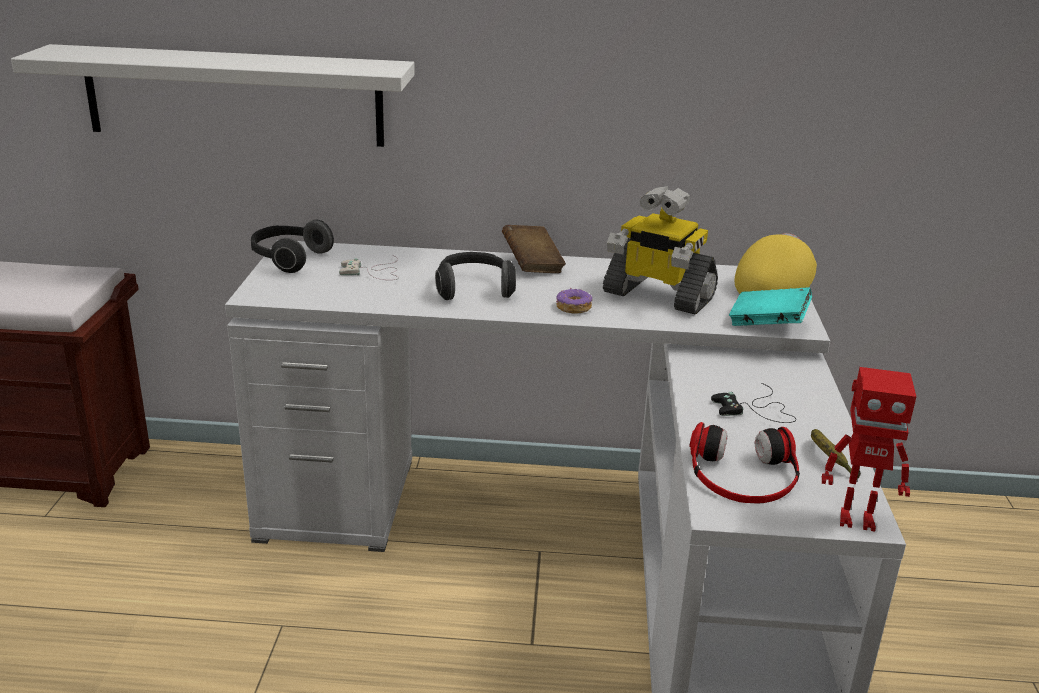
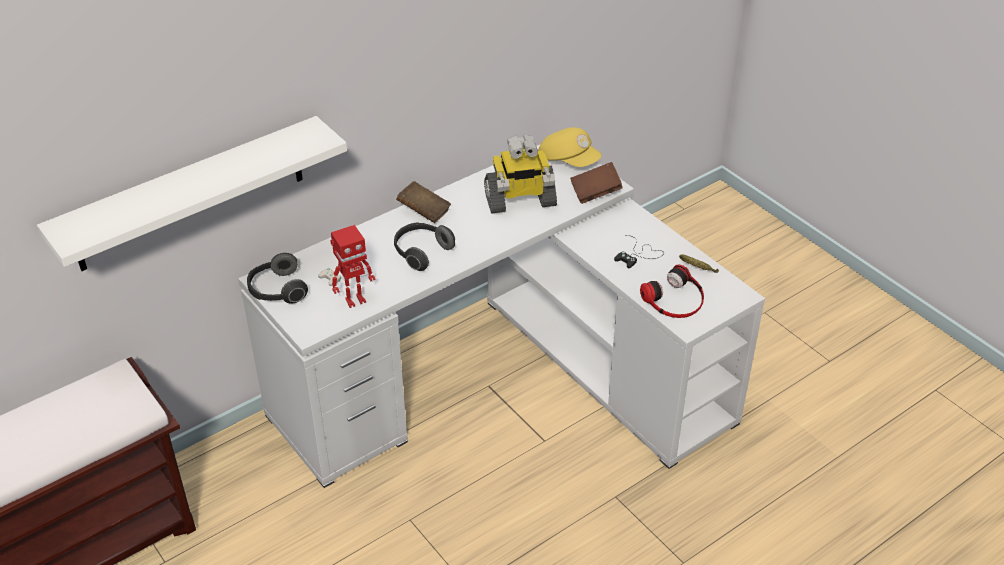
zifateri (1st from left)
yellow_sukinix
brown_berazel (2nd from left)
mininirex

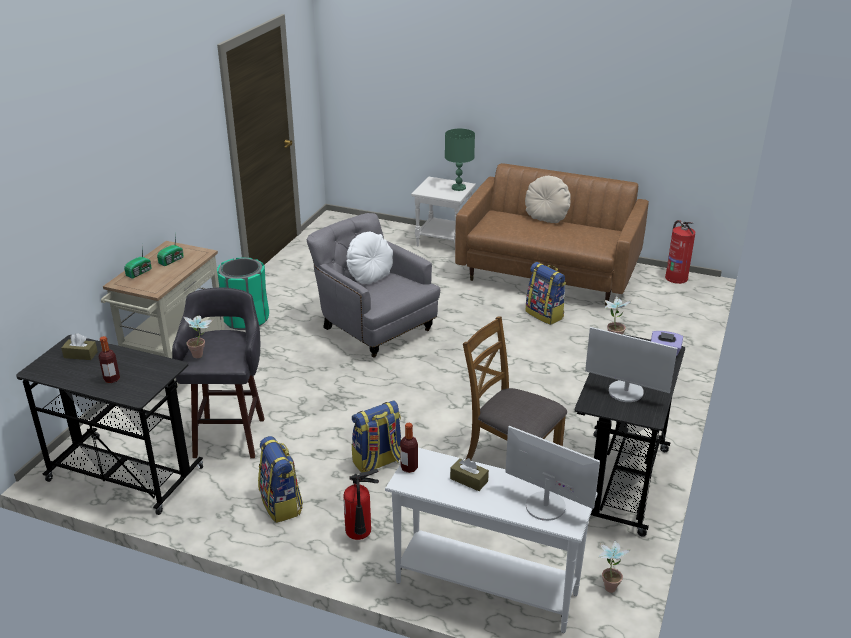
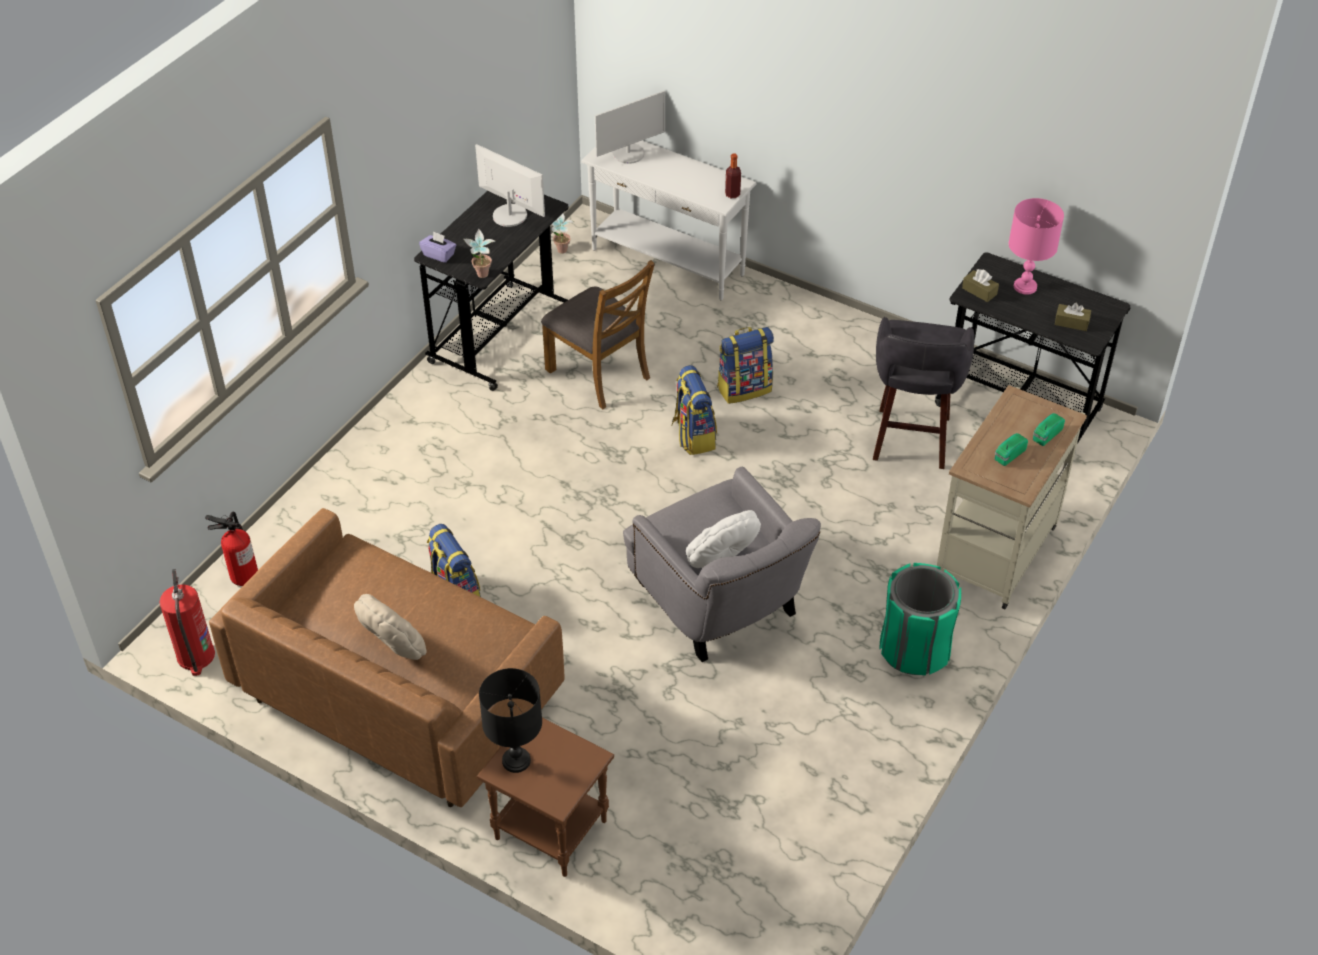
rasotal (2nd from left)
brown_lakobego
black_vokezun
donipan (2nd from left)
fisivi (2nd from left)
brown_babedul (1st from left)
pink_vokezun
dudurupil (1st from left in the first image)

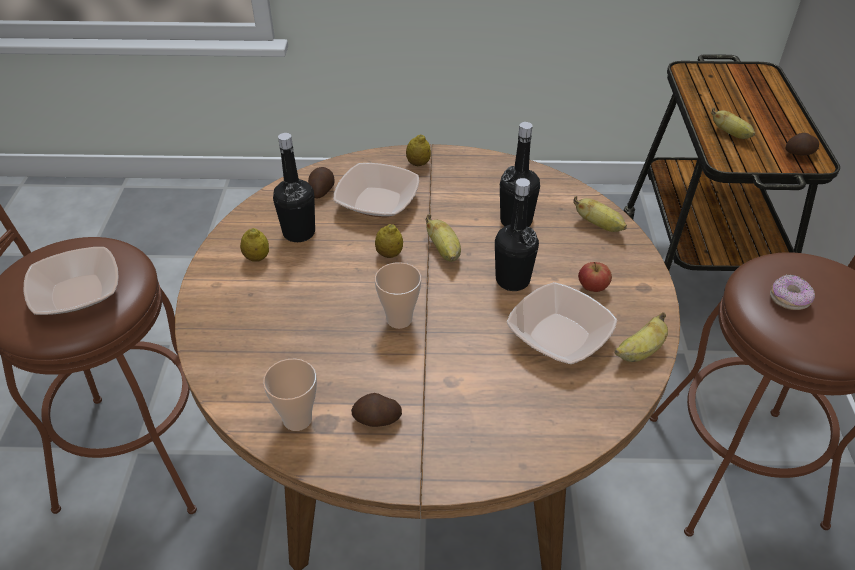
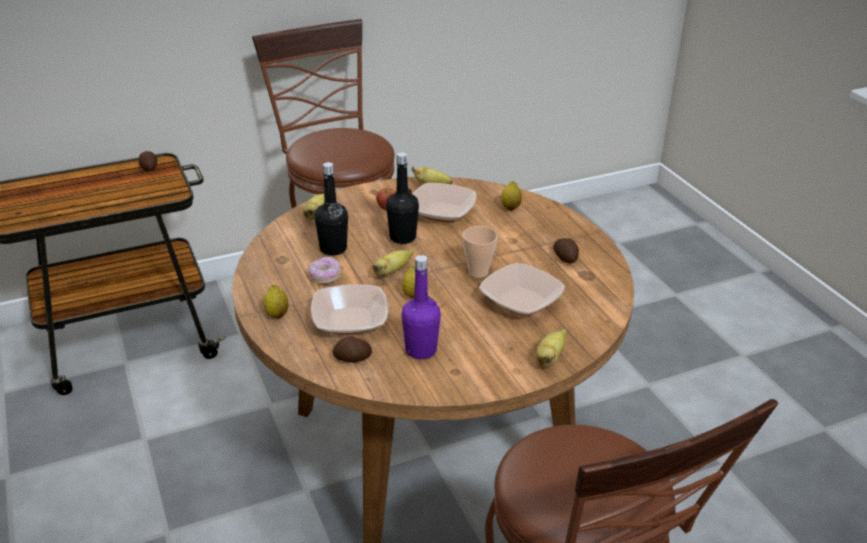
mininirex
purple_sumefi
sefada (3rd from left)
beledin (3rd from left)
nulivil (4th from left)
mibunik (1st from left in the first image)

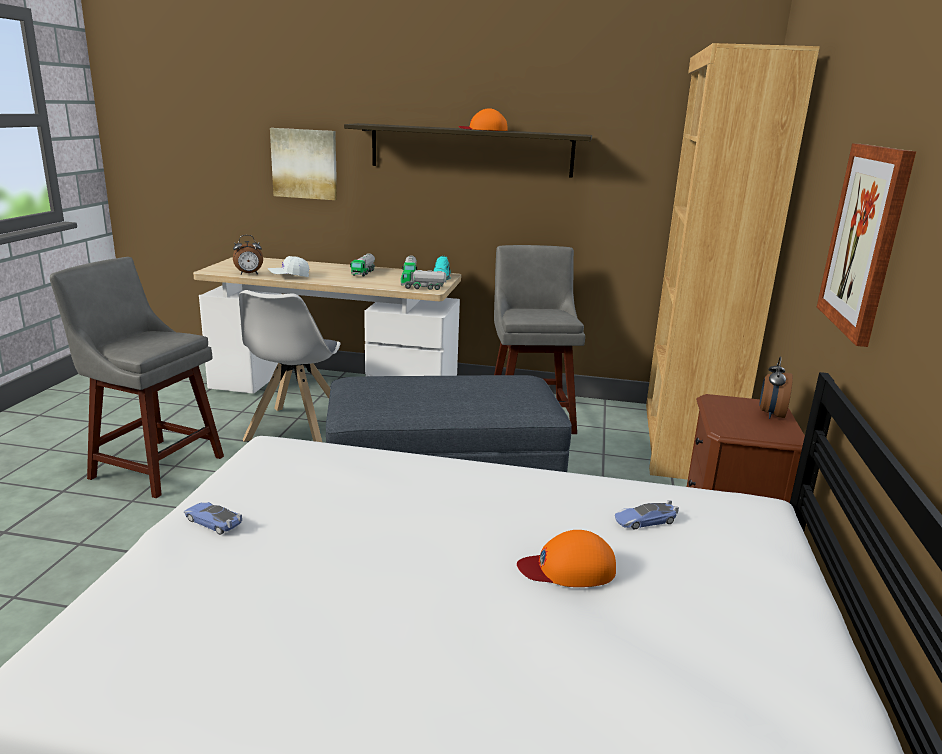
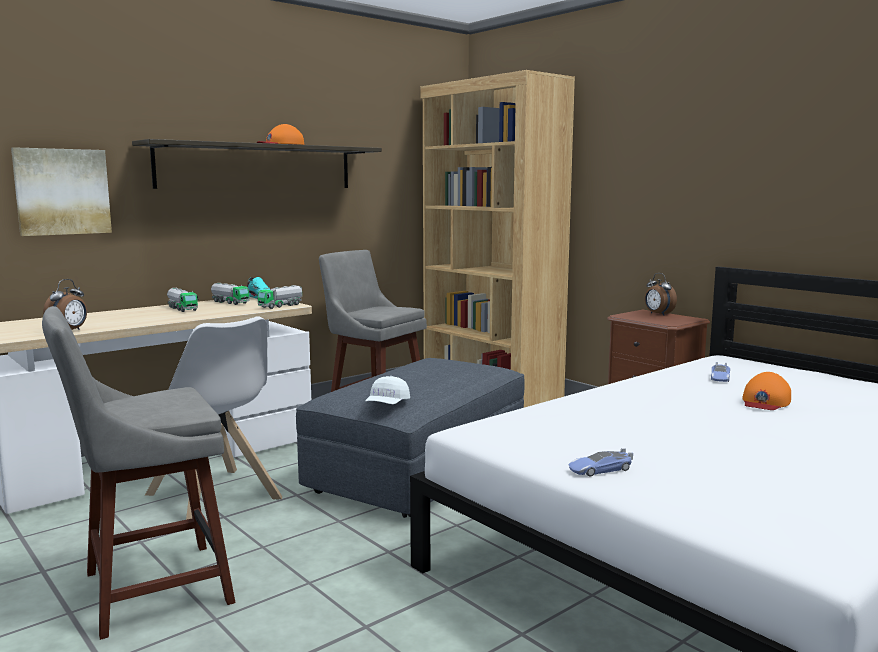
white_sukinix
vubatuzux (2nd from left in the first image)

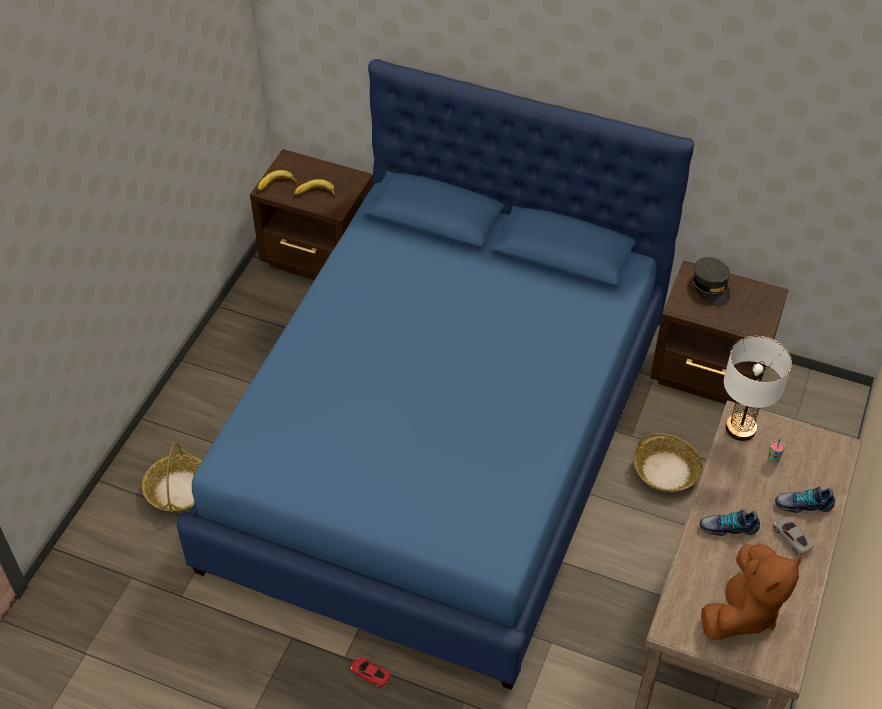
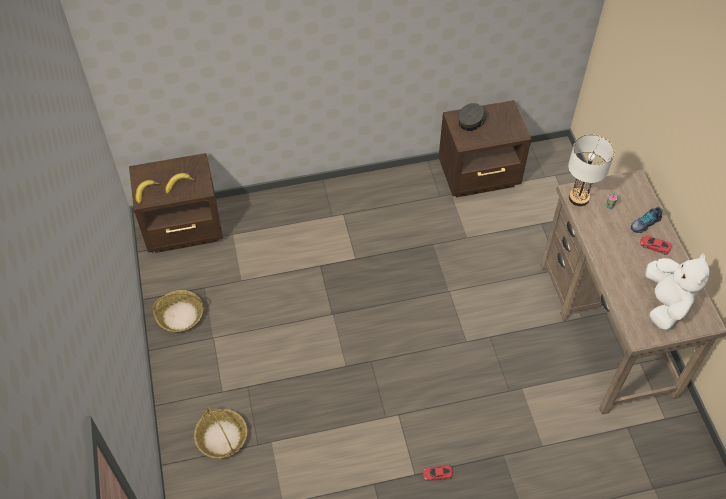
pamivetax (1st from left)
grey_sukinix
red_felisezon (2nd from left)
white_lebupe
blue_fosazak
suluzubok (1st from left in the first image)

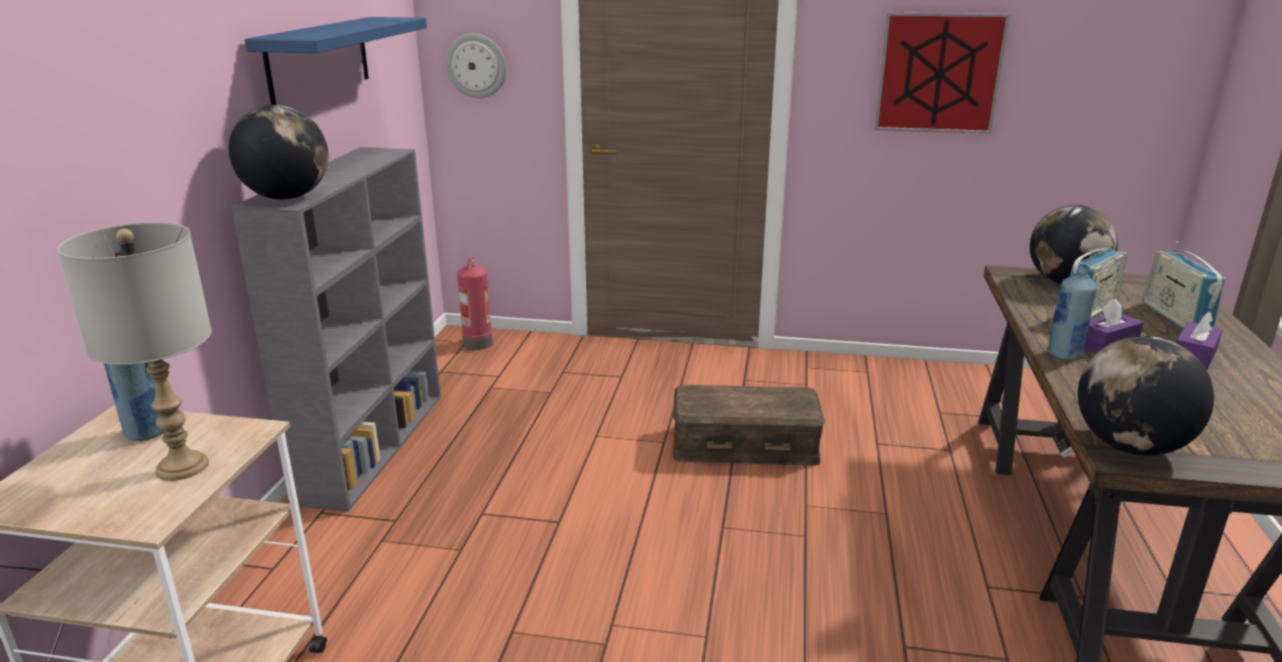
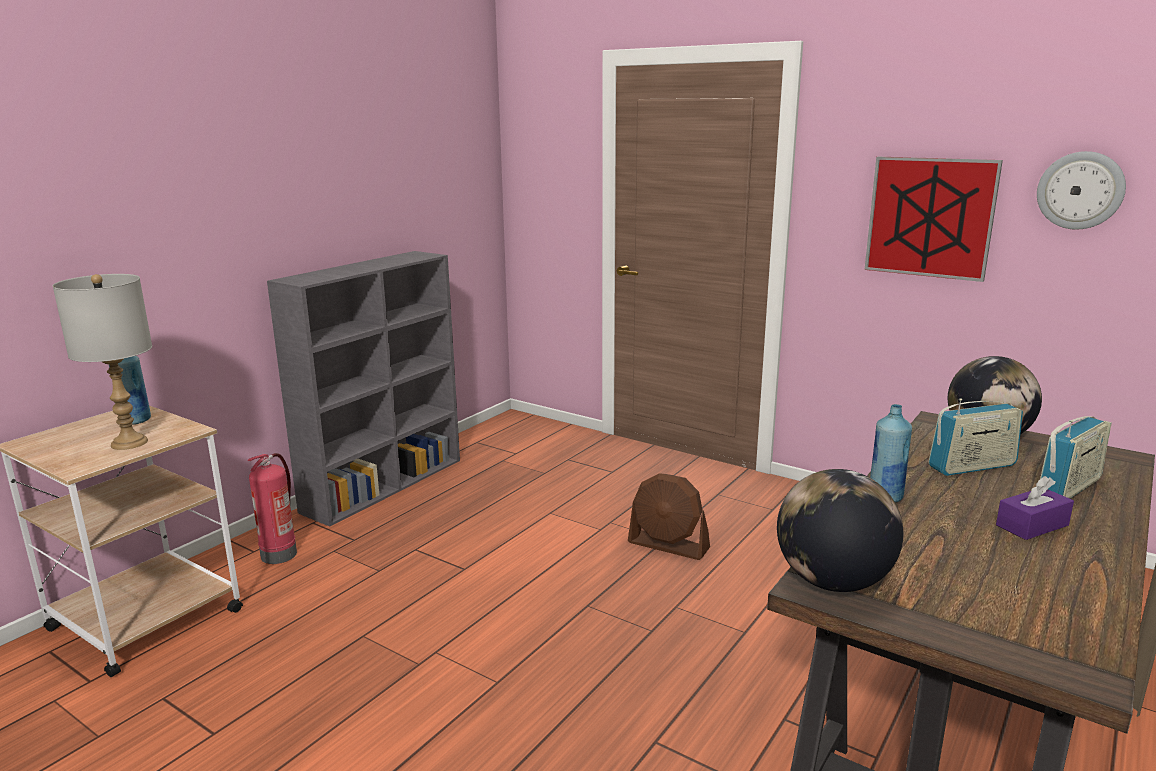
rasotal
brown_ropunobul
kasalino
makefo (2nd from left)
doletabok (1st from left in the first image)
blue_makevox
purple_babedul (1st from left in the first image)

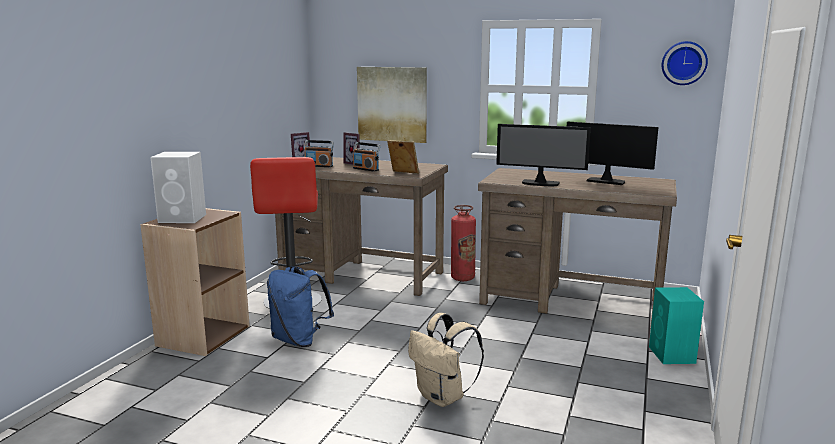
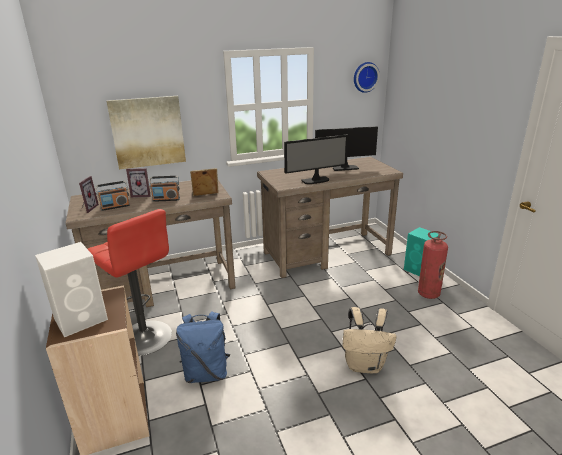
rasotal

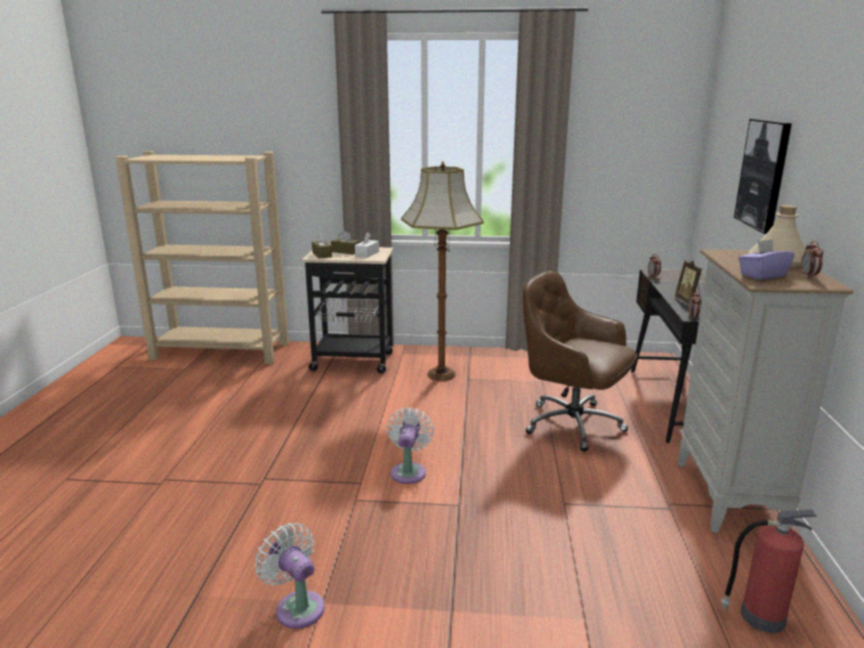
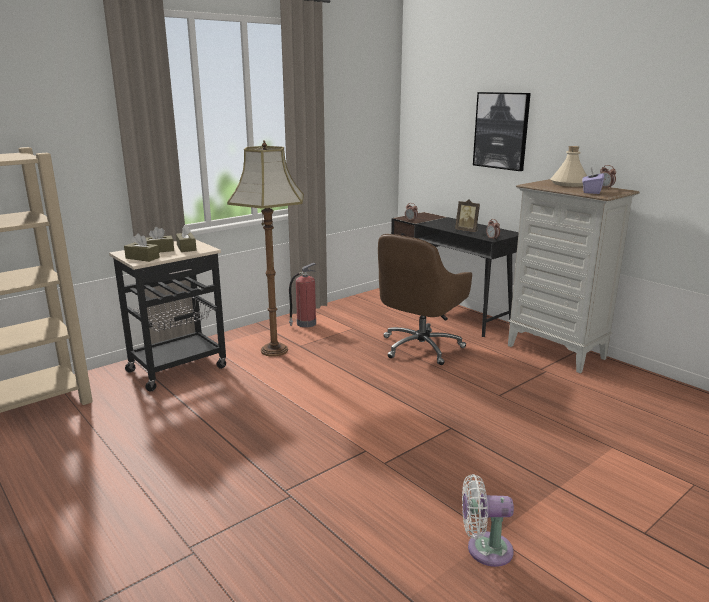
brown_babedul (3rd from left)
rasotal
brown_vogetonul
white_ropunobul (2nd from left in the first image)

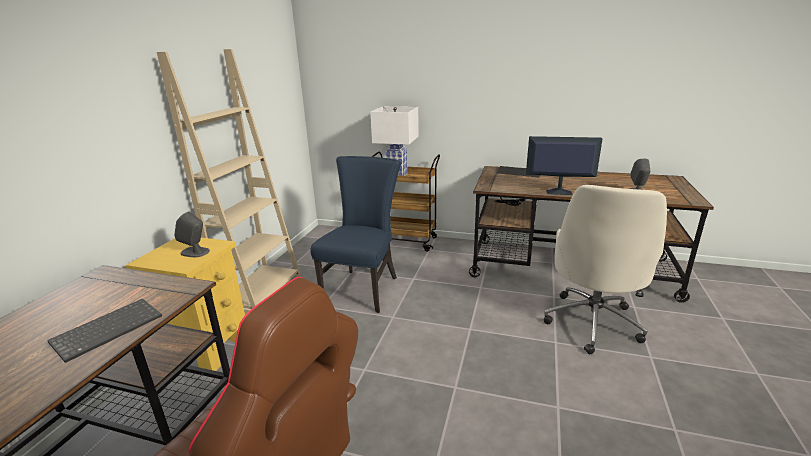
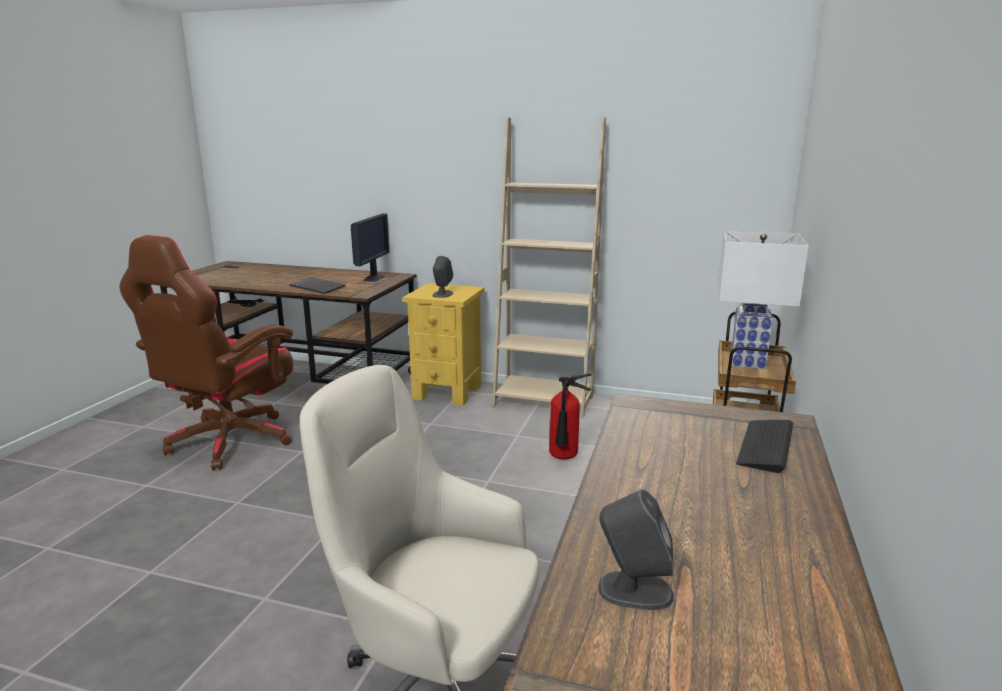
donipan
rasotal

